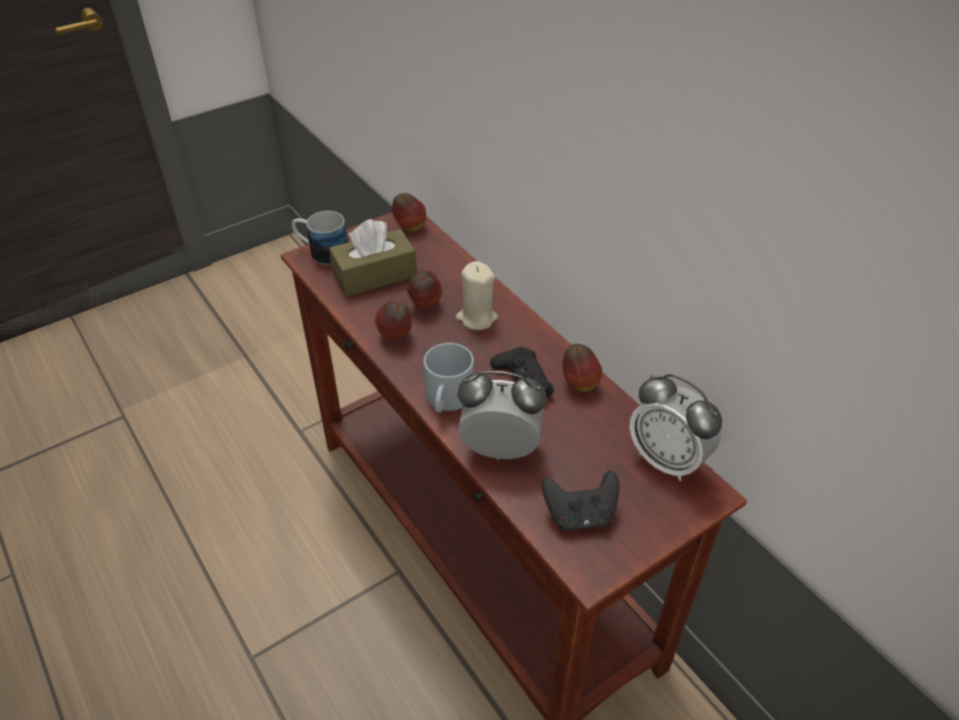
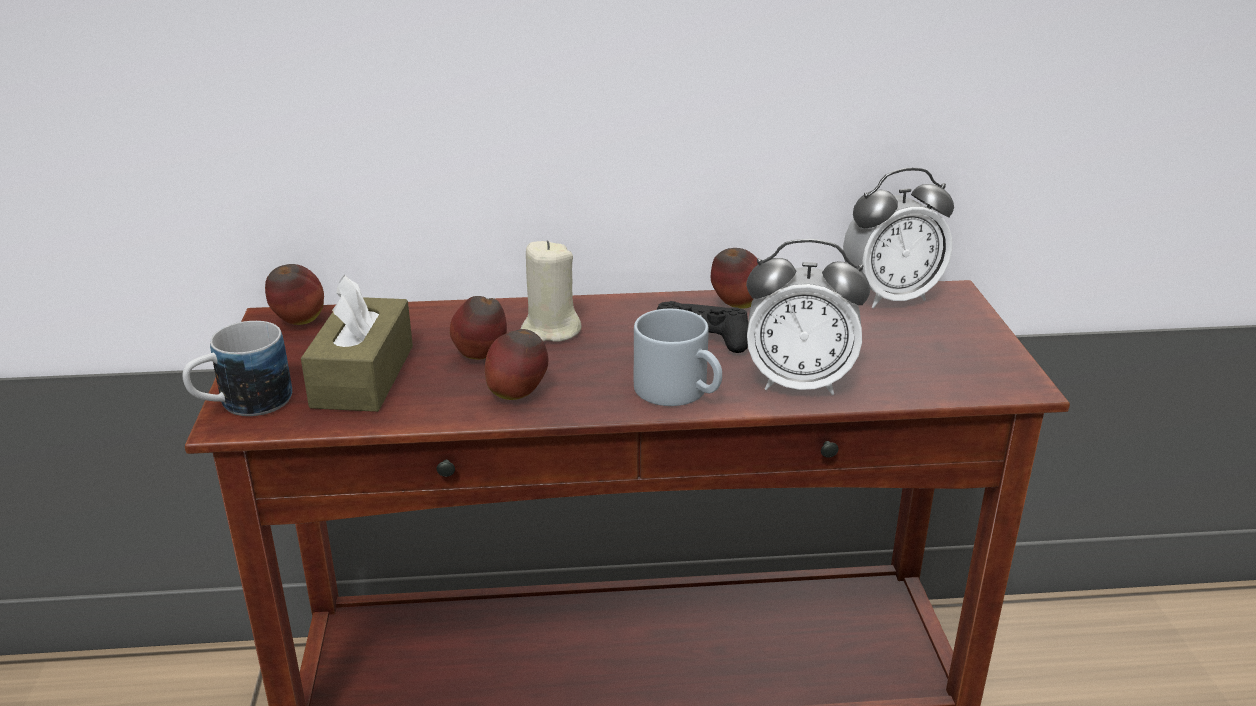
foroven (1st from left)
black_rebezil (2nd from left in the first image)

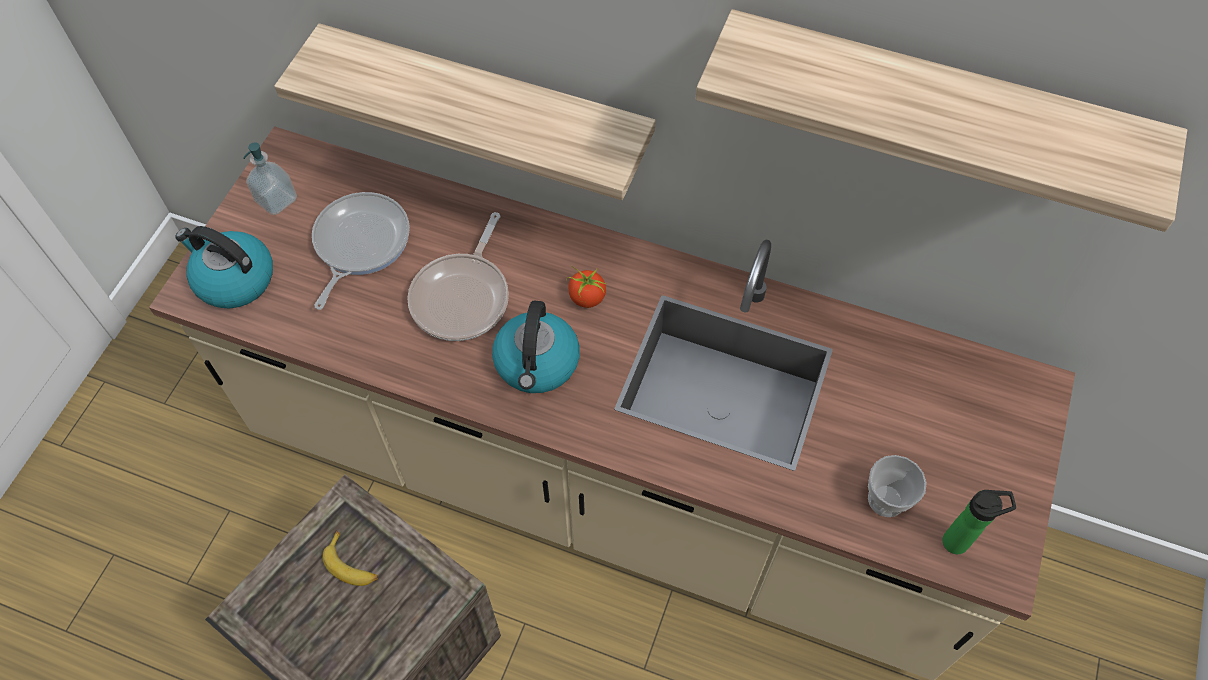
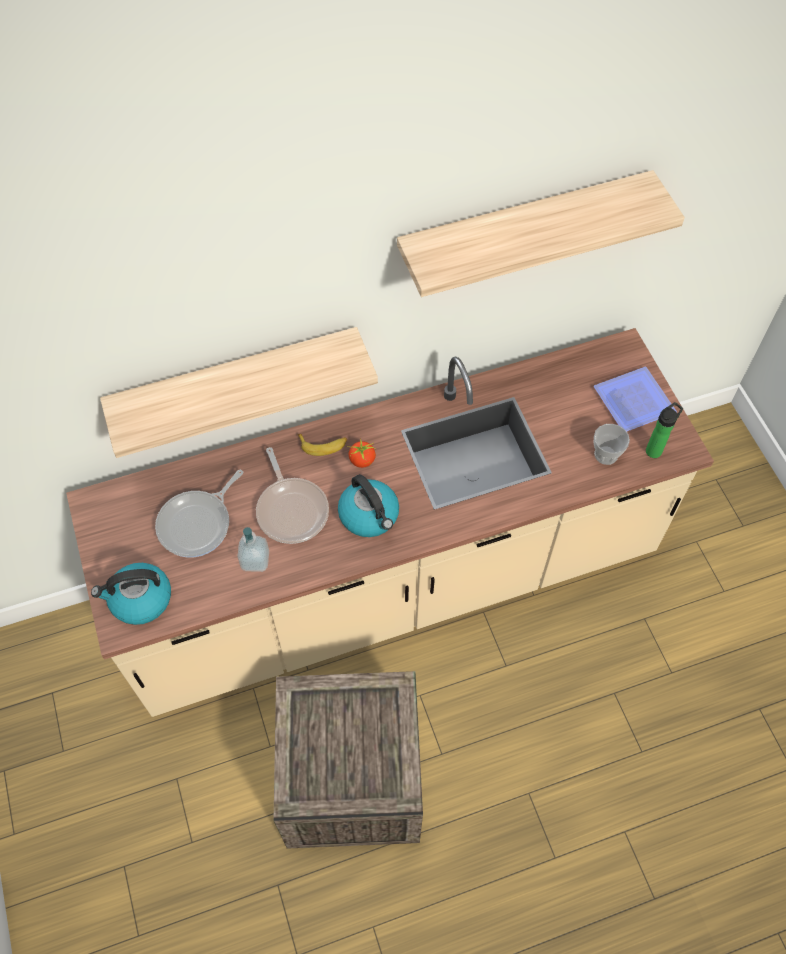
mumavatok (1st from left)
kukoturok
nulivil
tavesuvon

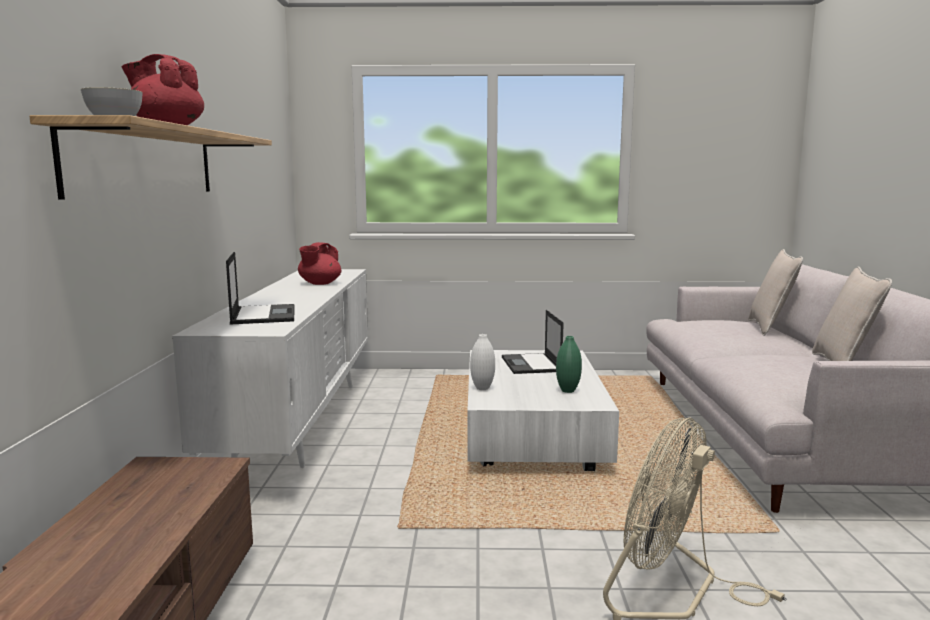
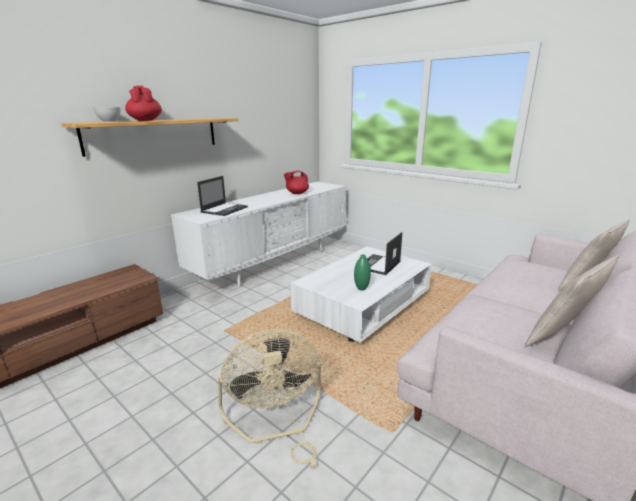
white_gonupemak

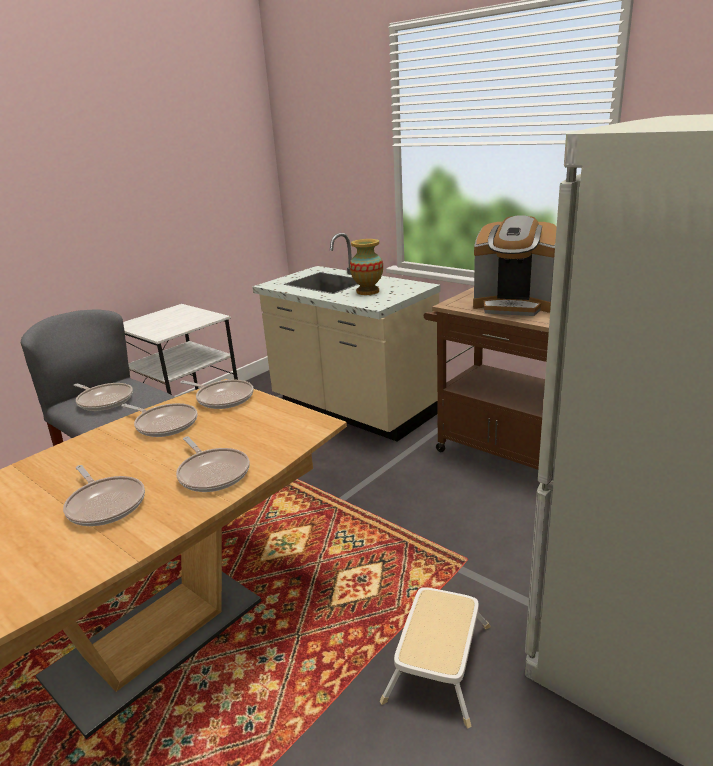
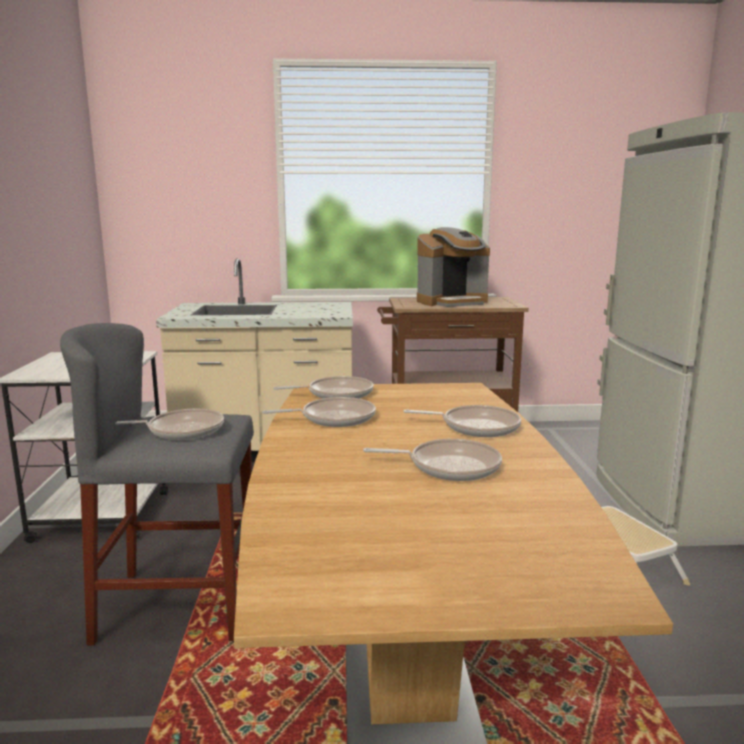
gonupemak

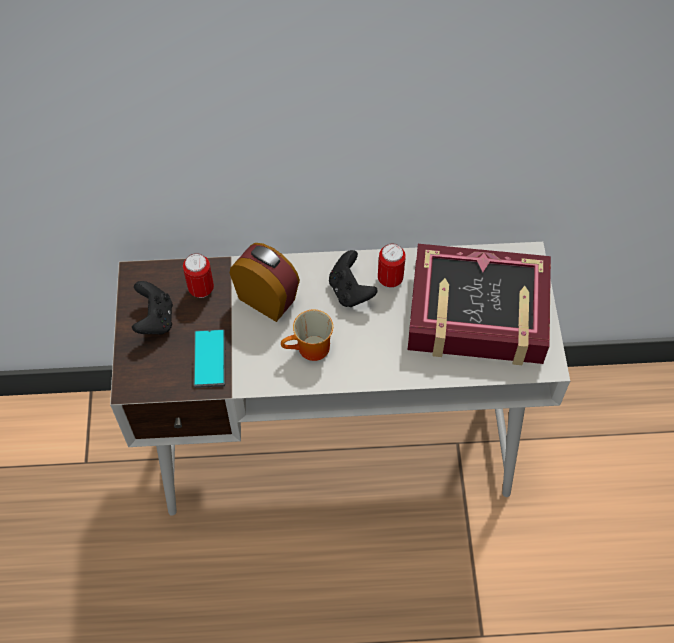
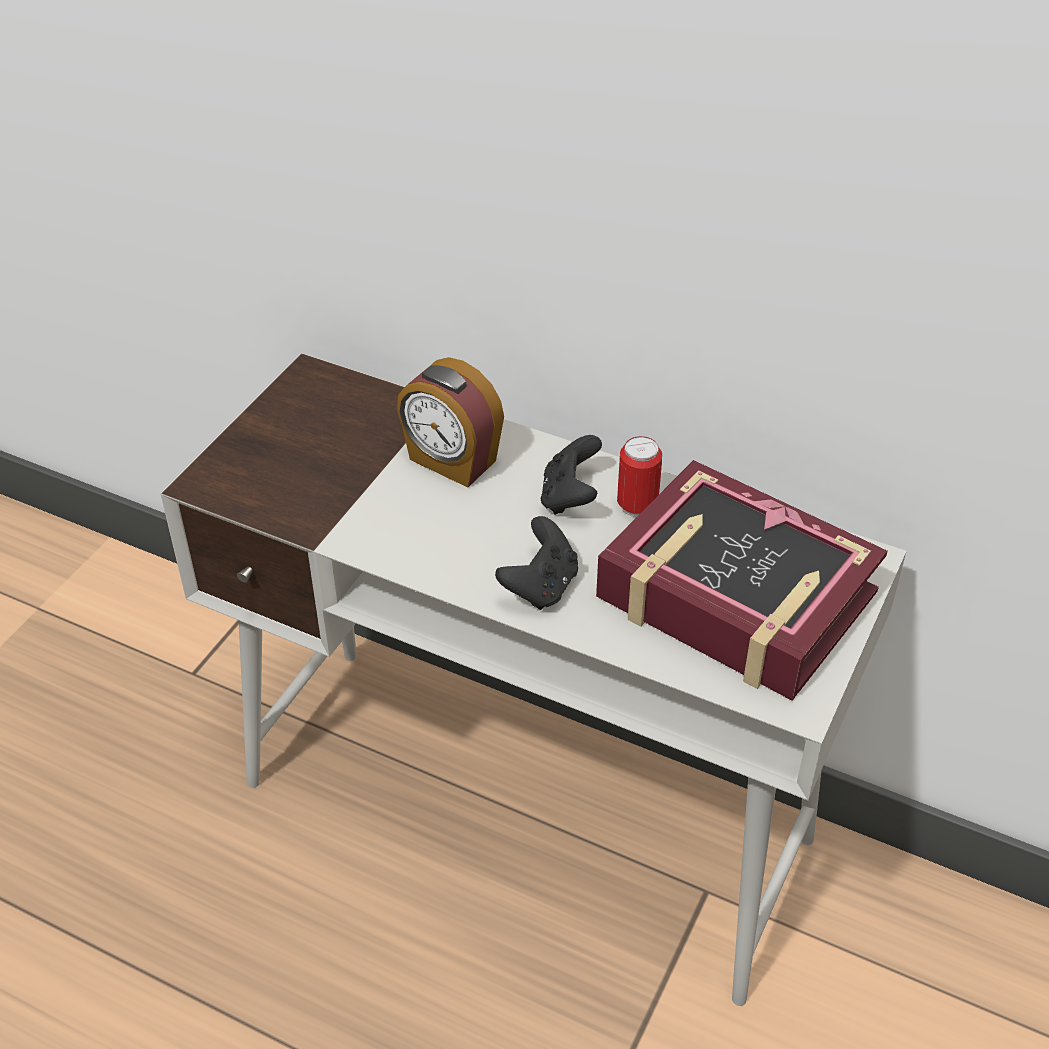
foroven
black_rebezil (1st from left)
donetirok (1st from left in the first image)
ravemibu
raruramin

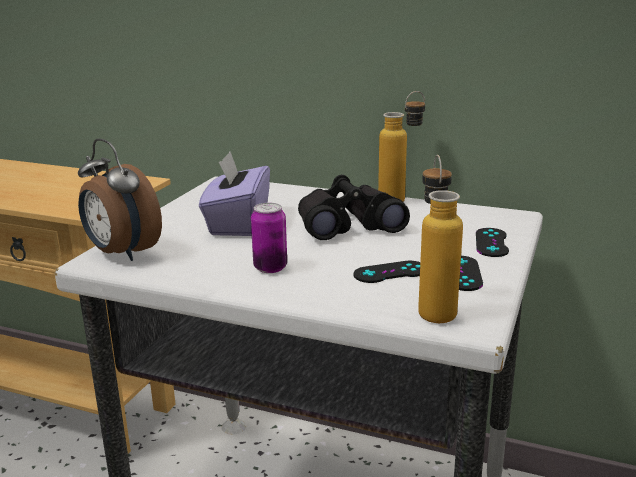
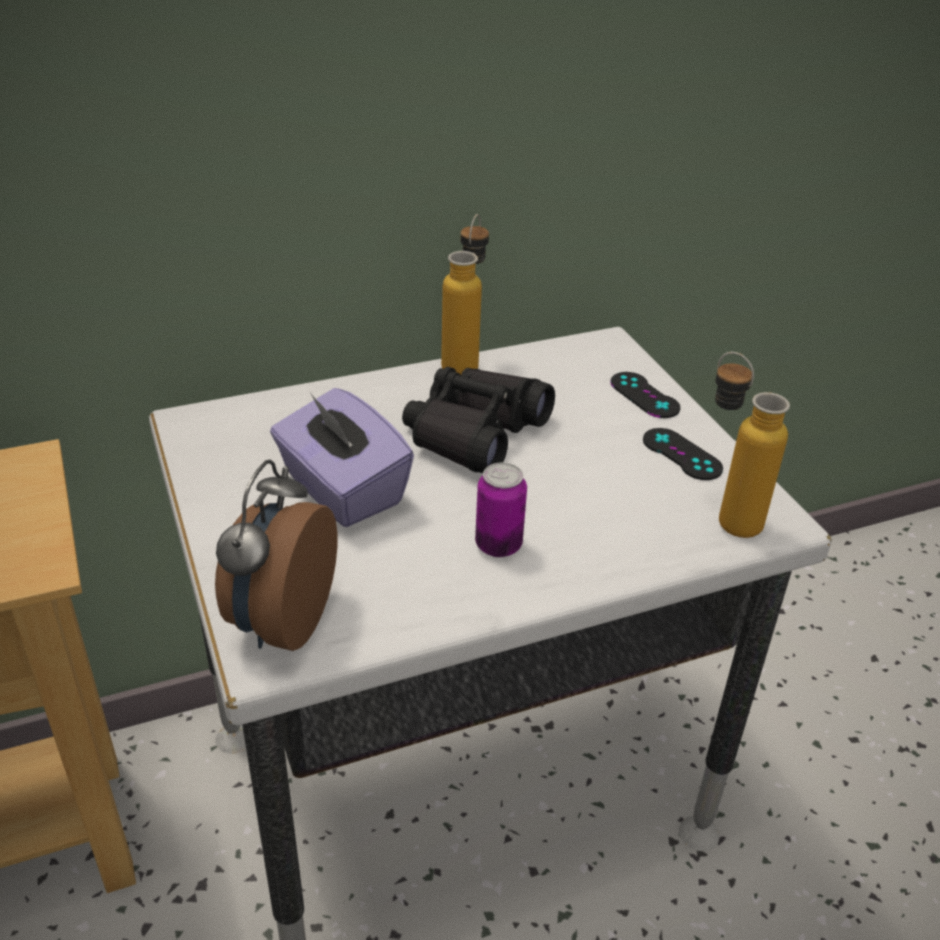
foroven
black_rebezil (1st from left in the first image)

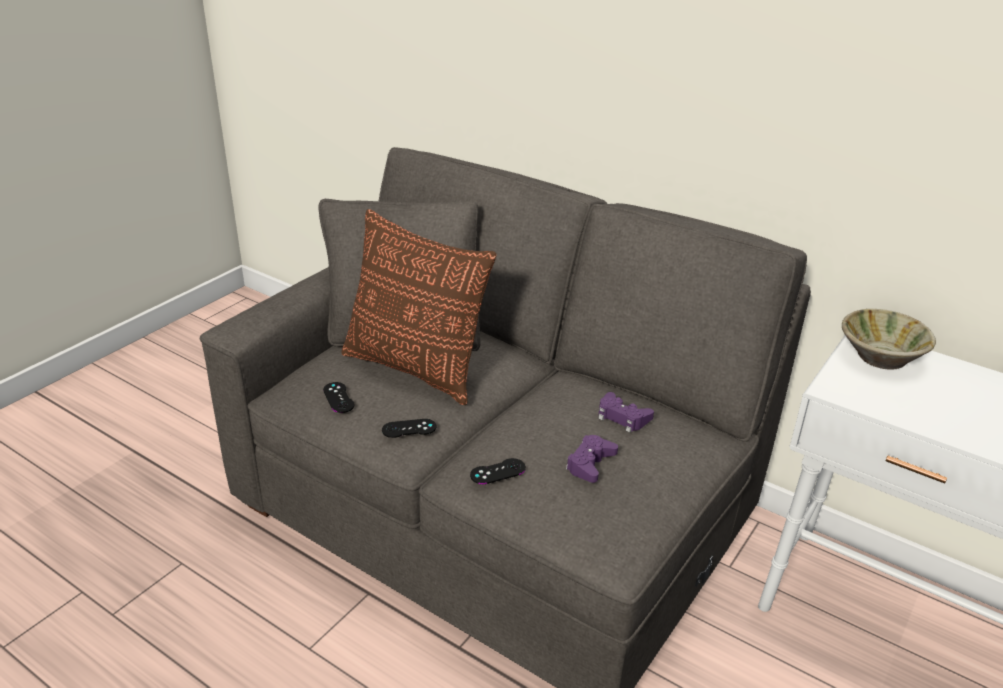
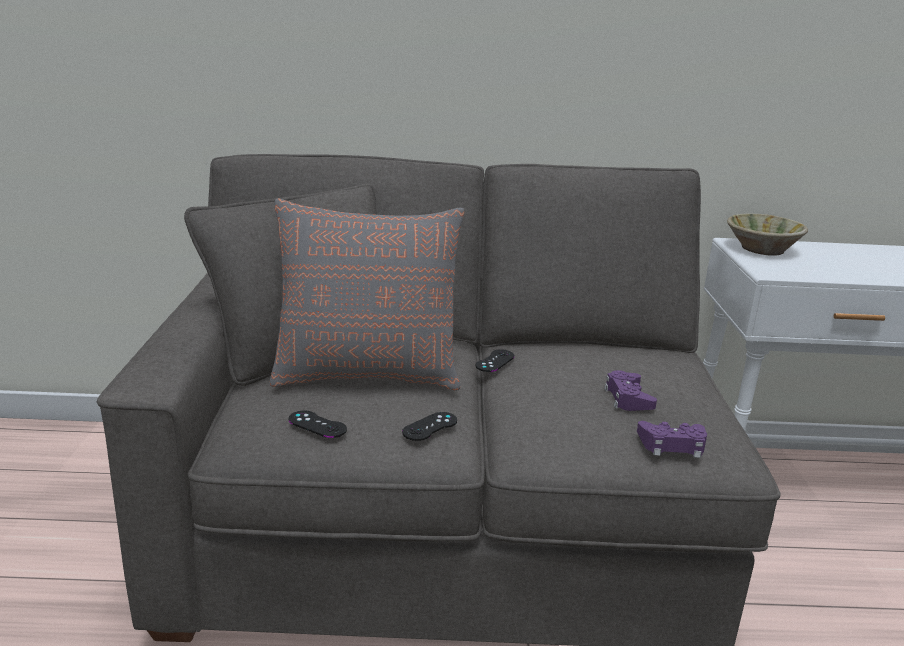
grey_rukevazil
black_rebezil (3rd from left)
purple_rebezil (2nd from left)

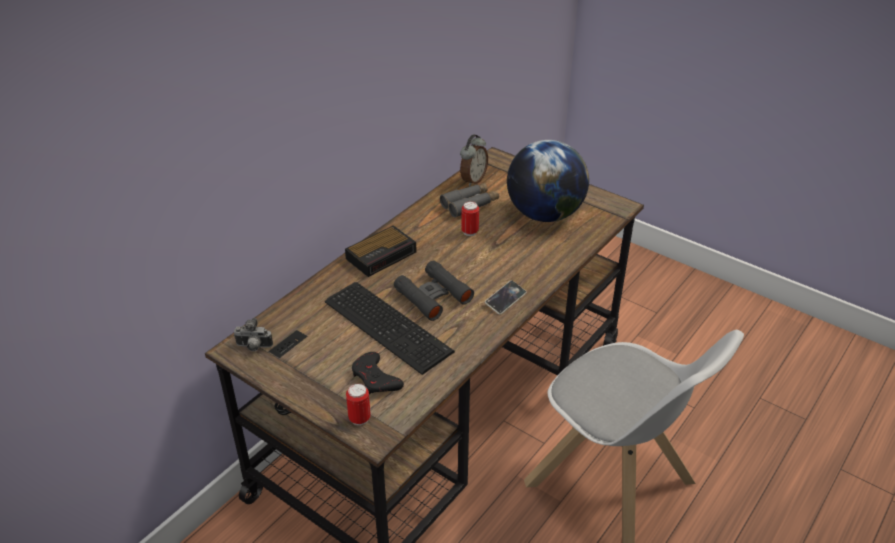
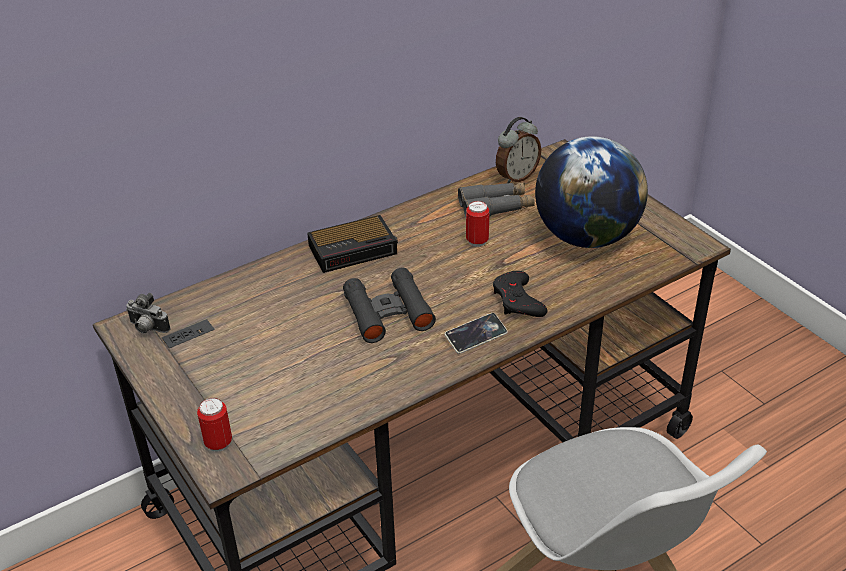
black_rebezil
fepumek

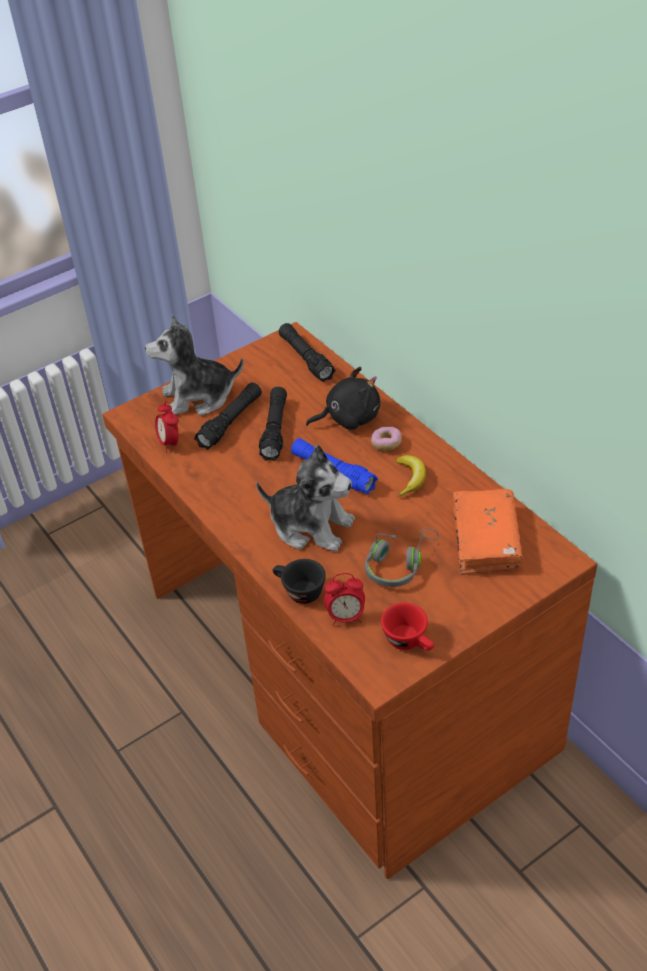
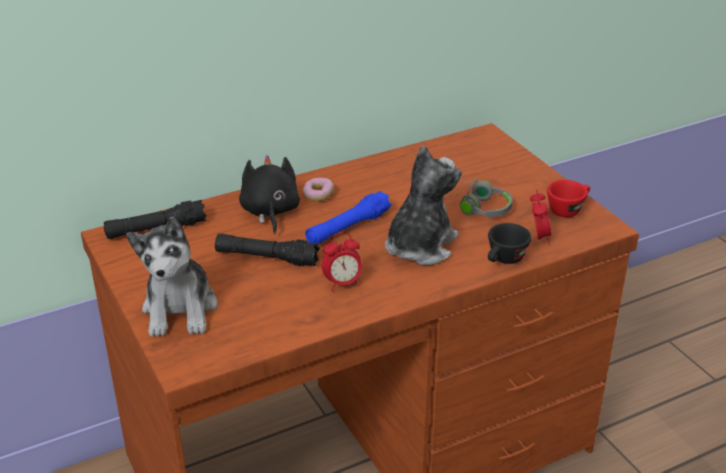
foroven (1st from left)
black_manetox (1st from left in the first image)
nulivil
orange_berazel

